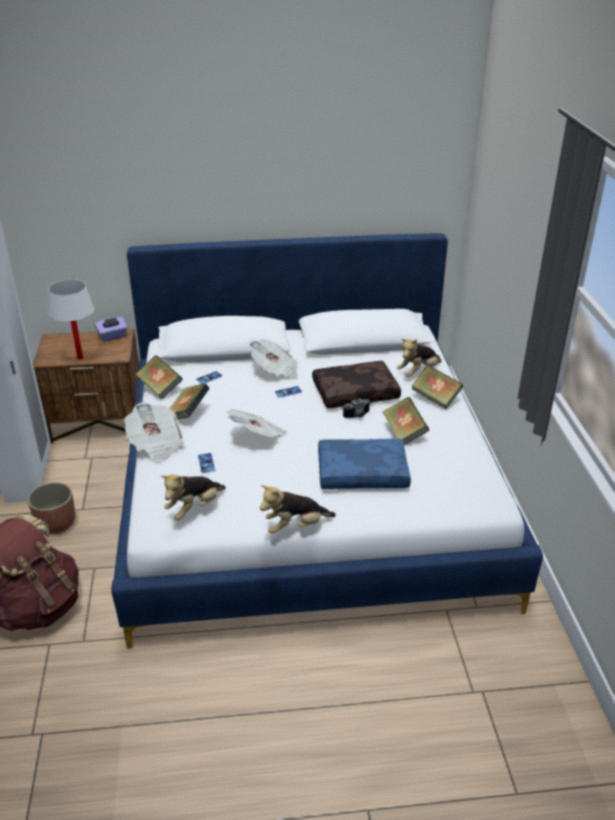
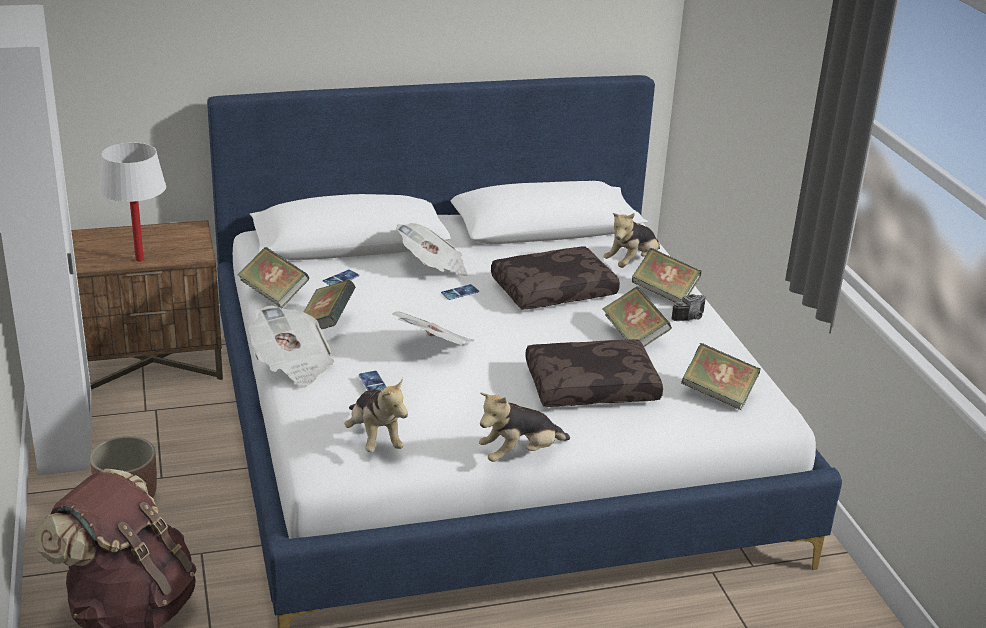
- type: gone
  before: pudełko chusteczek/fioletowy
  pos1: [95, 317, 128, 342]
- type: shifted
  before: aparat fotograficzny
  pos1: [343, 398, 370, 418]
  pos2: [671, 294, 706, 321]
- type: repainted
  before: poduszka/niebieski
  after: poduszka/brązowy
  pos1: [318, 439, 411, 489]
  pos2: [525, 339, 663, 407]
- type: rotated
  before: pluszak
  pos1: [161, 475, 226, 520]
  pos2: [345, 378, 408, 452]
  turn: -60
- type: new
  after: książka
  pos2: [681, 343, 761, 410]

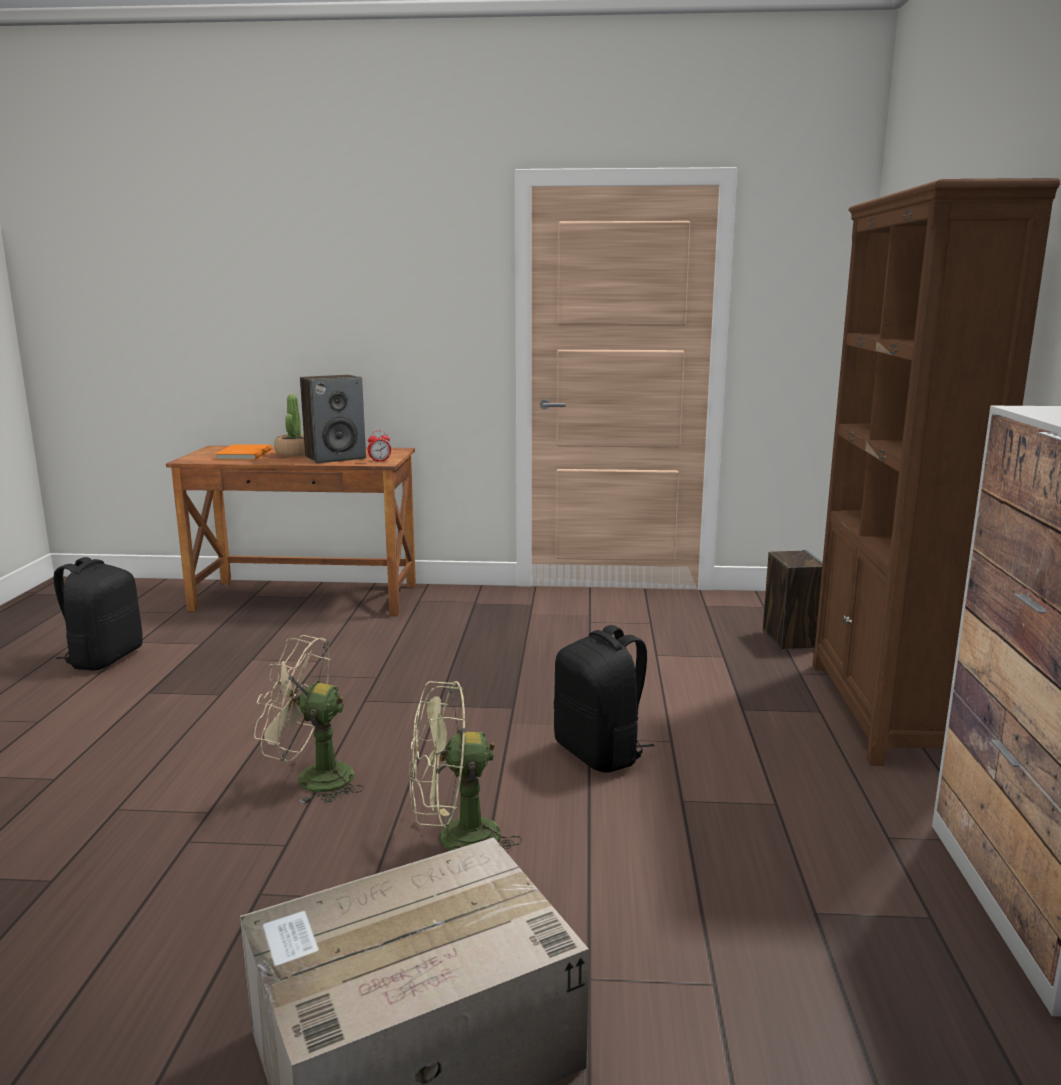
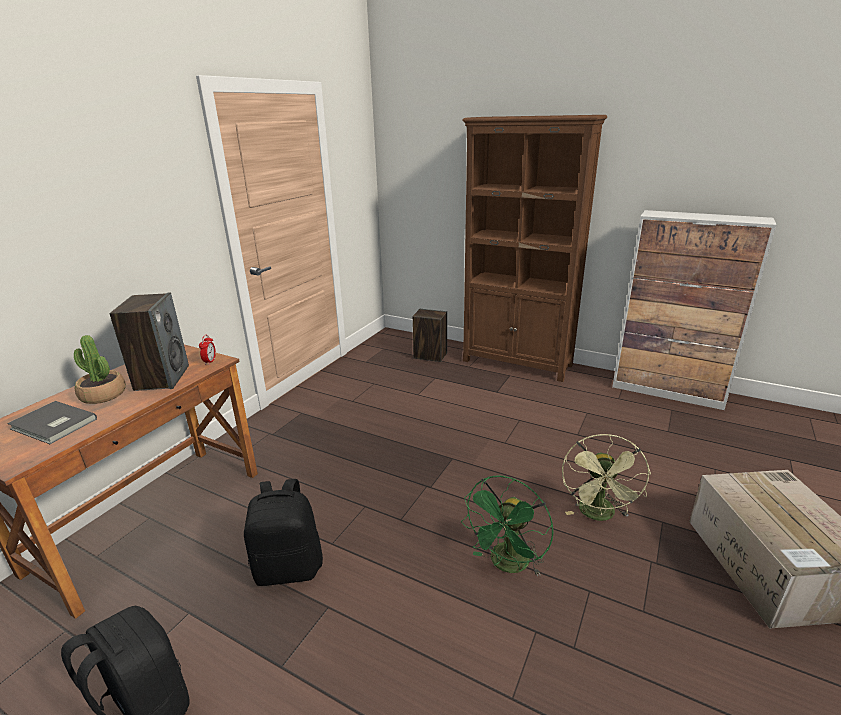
- type: repainted
  before: książka/pomarańczowy
  after: książka/szary
  pos1: [214, 445, 272, 460]
  pos2: [7, 401, 97, 444]
- type: shifted
  before: plecak/czarny
  pos1: [554, 625, 654, 772]
  pos2: [244, 479, 323, 586]
- type: repainted
  before: wentylator/beżowy
  after: wentylator/zielony
  pos1: [254, 635, 365, 804]
  pos2: [461, 475, 554, 576]

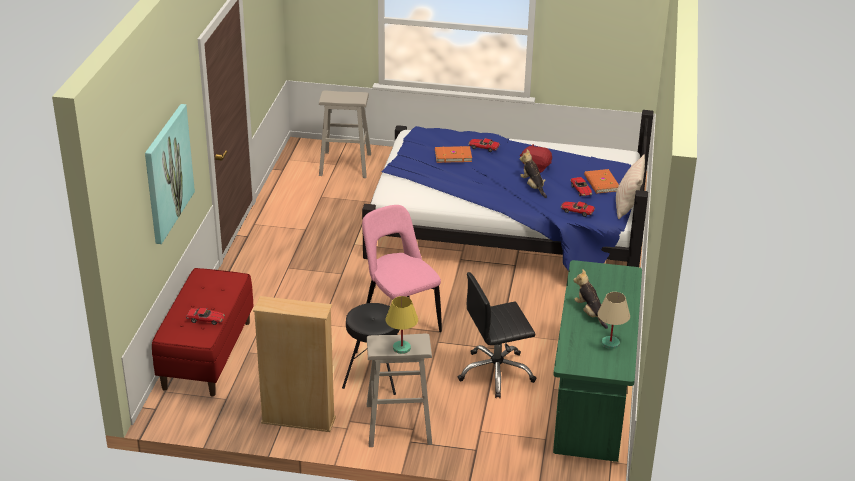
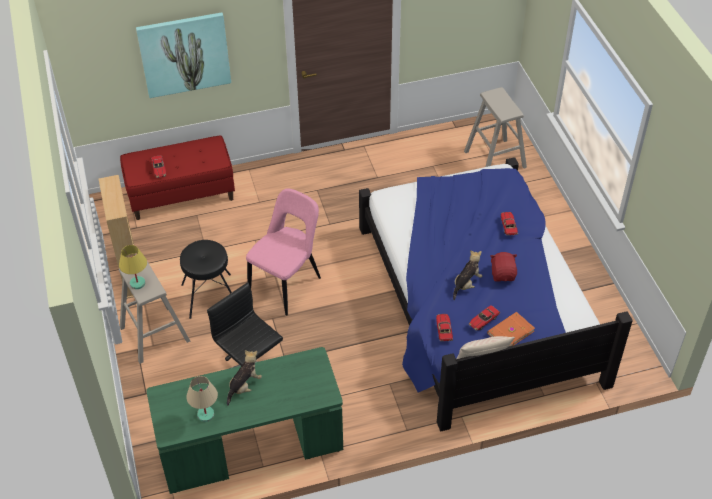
- type: gone
  before: książka/pomarańczowy
  pos1: [435, 146, 472, 163]

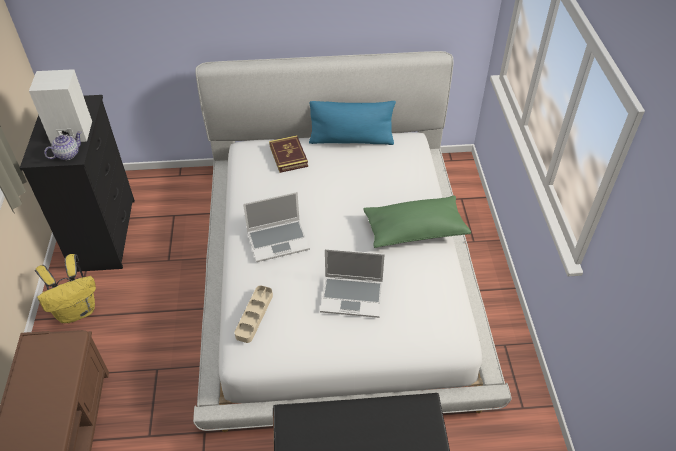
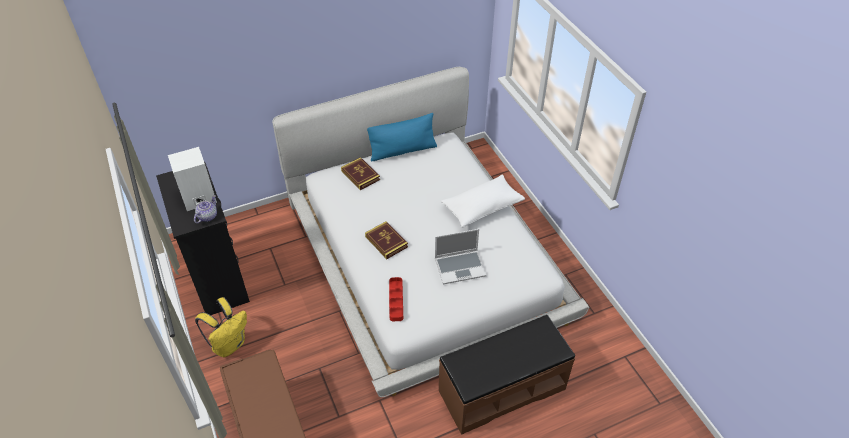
- type: swapped
  before: laptop
  after: książka
  pos1: [243, 192, 310, 262]
  pos2: [365, 221, 408, 259]
- type: repainted
  before: poduszka/zielony
  after: poduszka/biały
  pos1: [363, 195, 471, 248]
  pos2: [441, 175, 525, 228]
- type: repainted
  before: taca/beżowy
  after: taca/czerwony
  pos1: [234, 285, 273, 343]
  pos2: [389, 277, 403, 321]

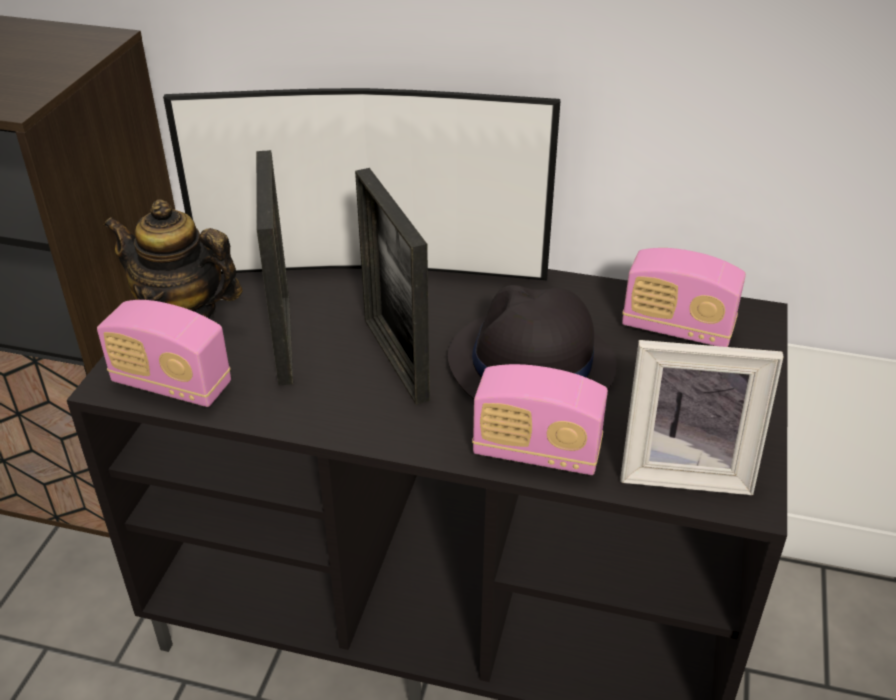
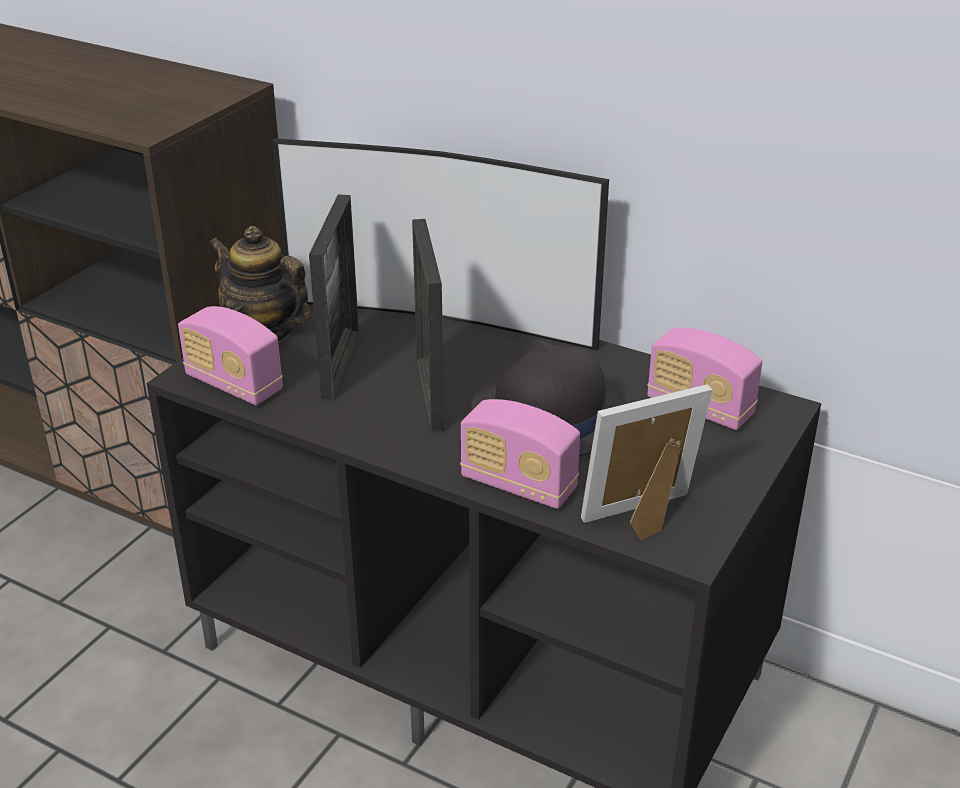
- type: rotated
  before: ramka na zdjęcie
  pos1: [620, 340, 784, 495]
  pos2: [581, 384, 712, 541]
  turn: 135

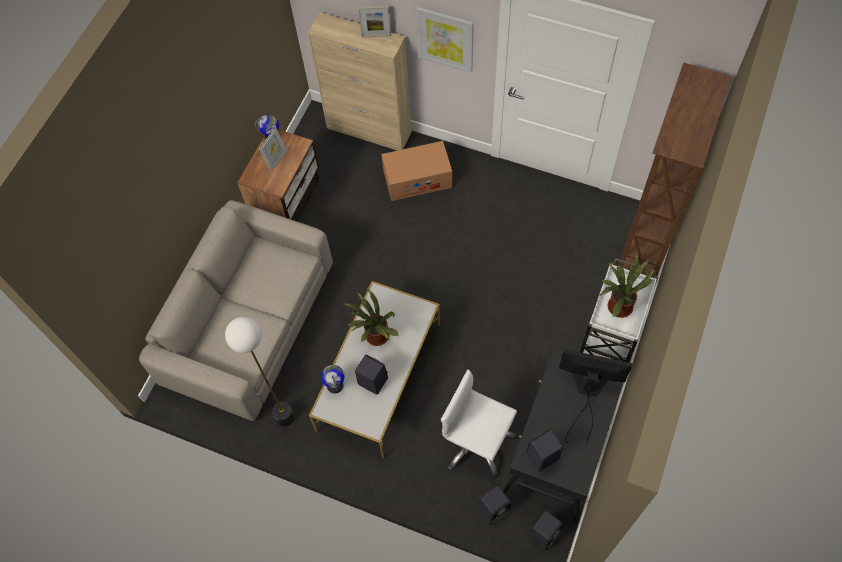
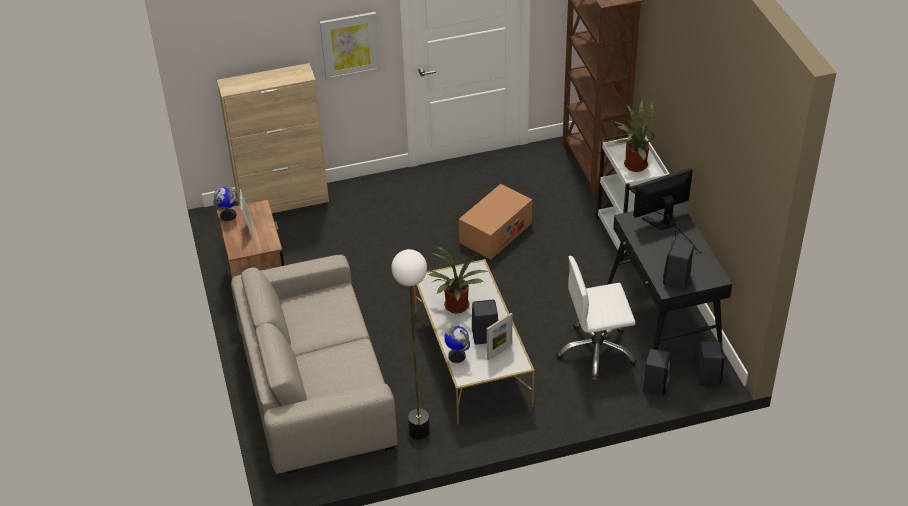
- type: shifted
  before: ramka na zdjęcie
  pos1: [358, 6, 391, 38]
  pos2: [487, 313, 512, 360]
- type: shifted
  before: karton
  pos1: [381, 141, 452, 201]
  pos2: [459, 184, 532, 259]

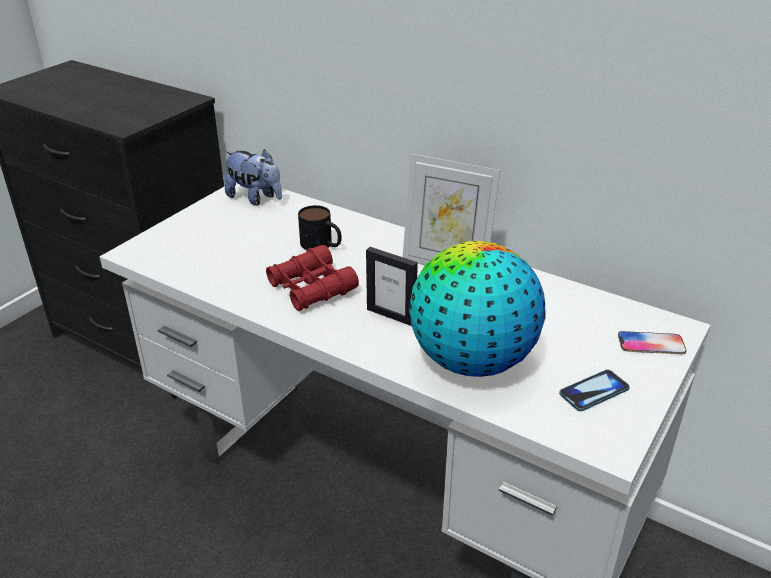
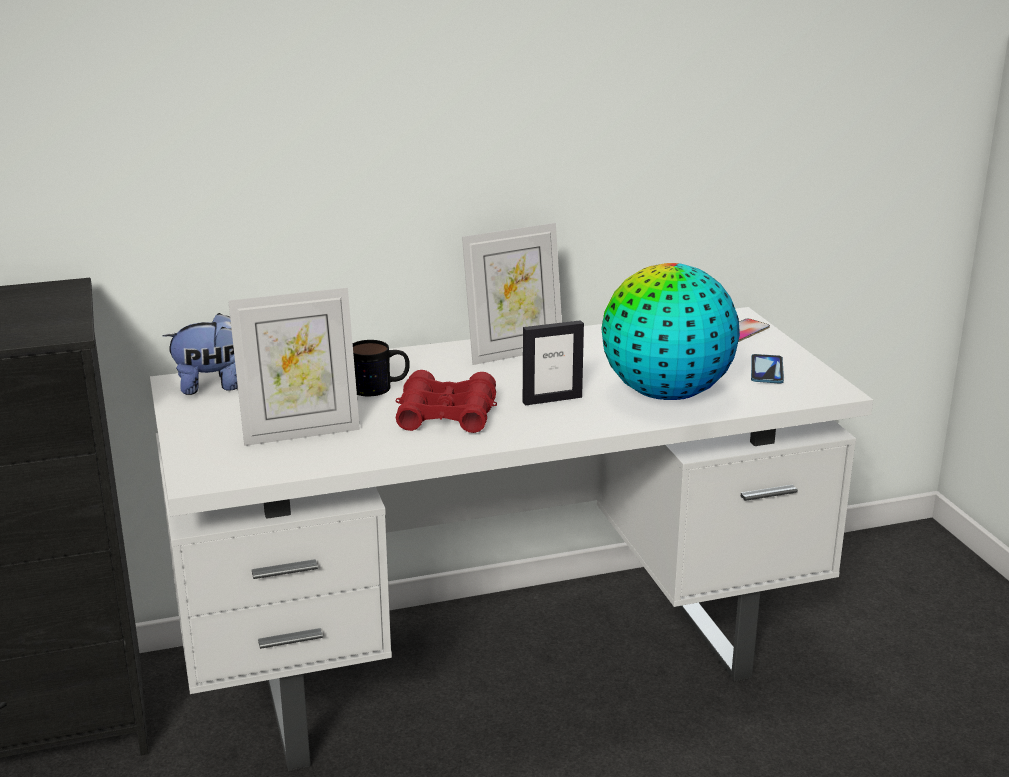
- type: new
  after: ramka na zdjęcie
  pos2: [228, 288, 360, 446]

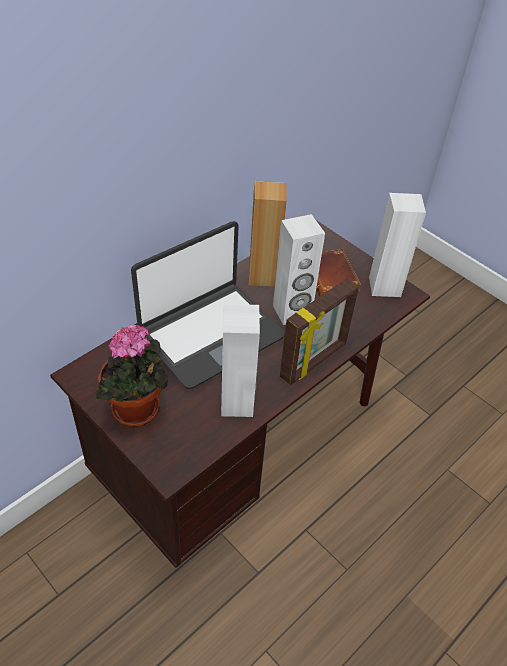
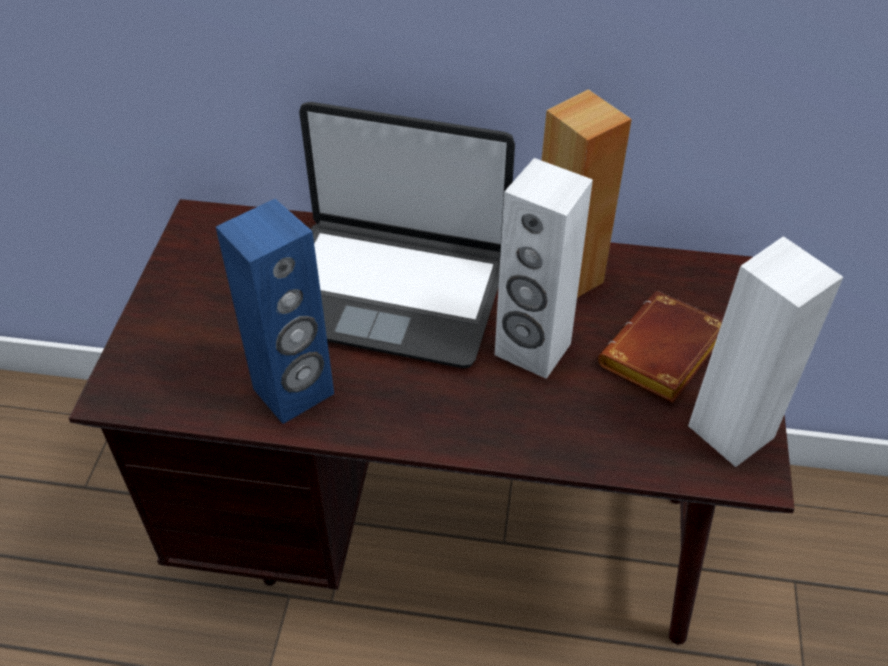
- type: gone
  before: ramka na zdjęcie
  pos1: [280, 278, 359, 385]
- type: repainted
  before: głośnik/biały
  after: głośnik/niebieski
  pos1: [221, 305, 260, 417]
  pos2: [216, 199, 334, 424]
- type: gone
  before: roślina doniczkowa
  pos1: [95, 325, 169, 427]

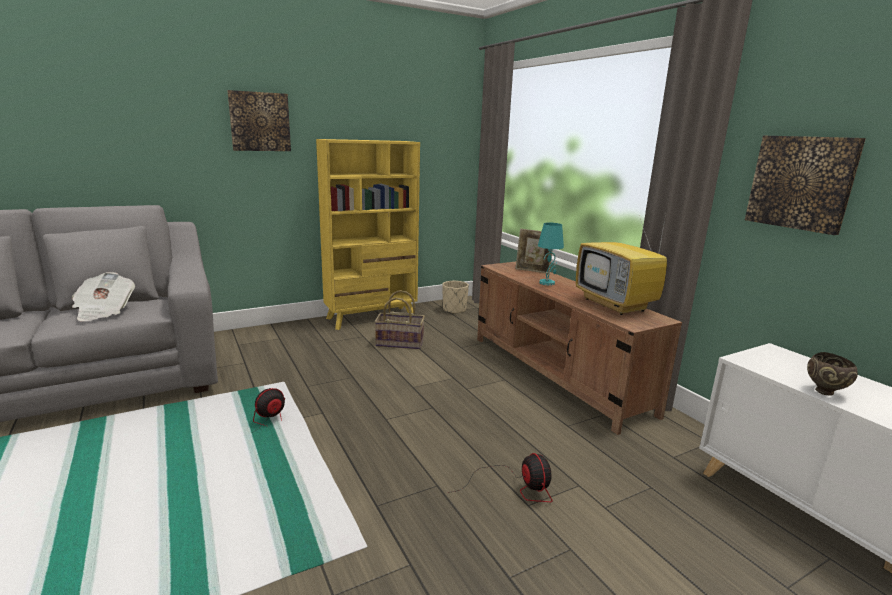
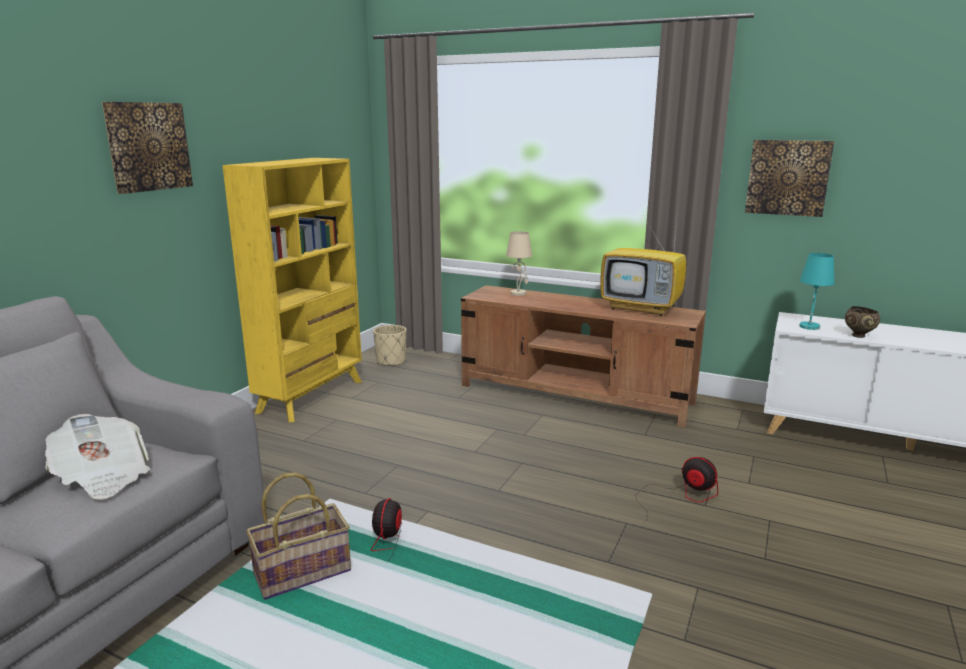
- type: shifted
  before: lampa stołowa/turkusowy
  pos1: [538, 223, 564, 286]
  pos2: [799, 253, 835, 330]
- type: swapped
  before: ramka na zdjęcie
  after: lampa stołowa/beżowy
  pos1: [515, 229, 553, 274]
  pos2: [506, 231, 532, 296]
- type: shifted
  before: koszyk
  pos1: [375, 290, 425, 349]
  pos2: [246, 472, 351, 600]

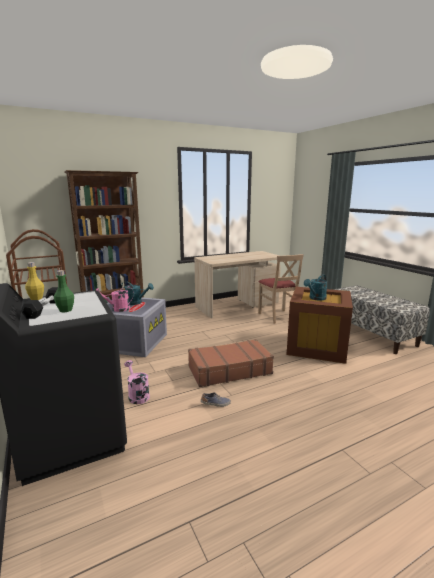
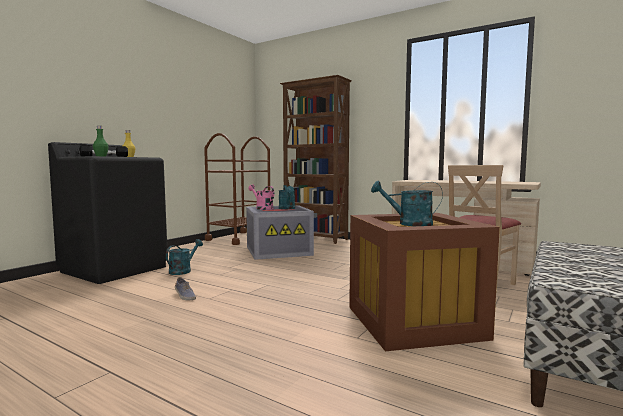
- type: gone
  before: walizka/brązowy
  pos1: [188, 339, 274, 387]
- type: repainted
  before: konewka/różowy
  after: konewka/turkusowy
  pos1: [124, 360, 150, 404]
  pos2: [166, 239, 203, 275]

